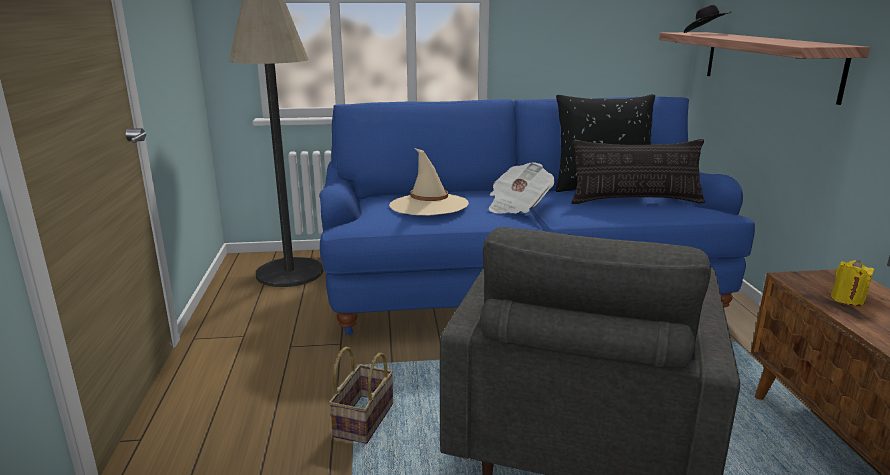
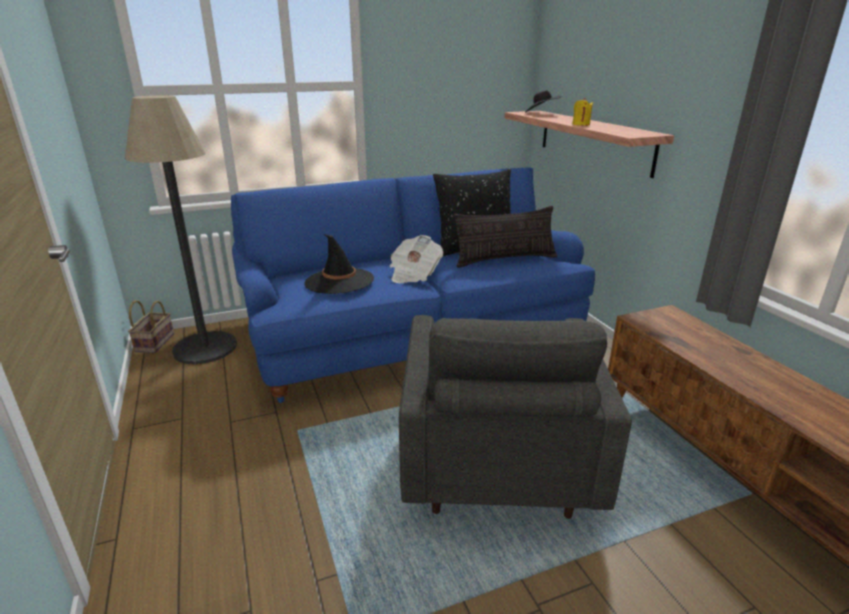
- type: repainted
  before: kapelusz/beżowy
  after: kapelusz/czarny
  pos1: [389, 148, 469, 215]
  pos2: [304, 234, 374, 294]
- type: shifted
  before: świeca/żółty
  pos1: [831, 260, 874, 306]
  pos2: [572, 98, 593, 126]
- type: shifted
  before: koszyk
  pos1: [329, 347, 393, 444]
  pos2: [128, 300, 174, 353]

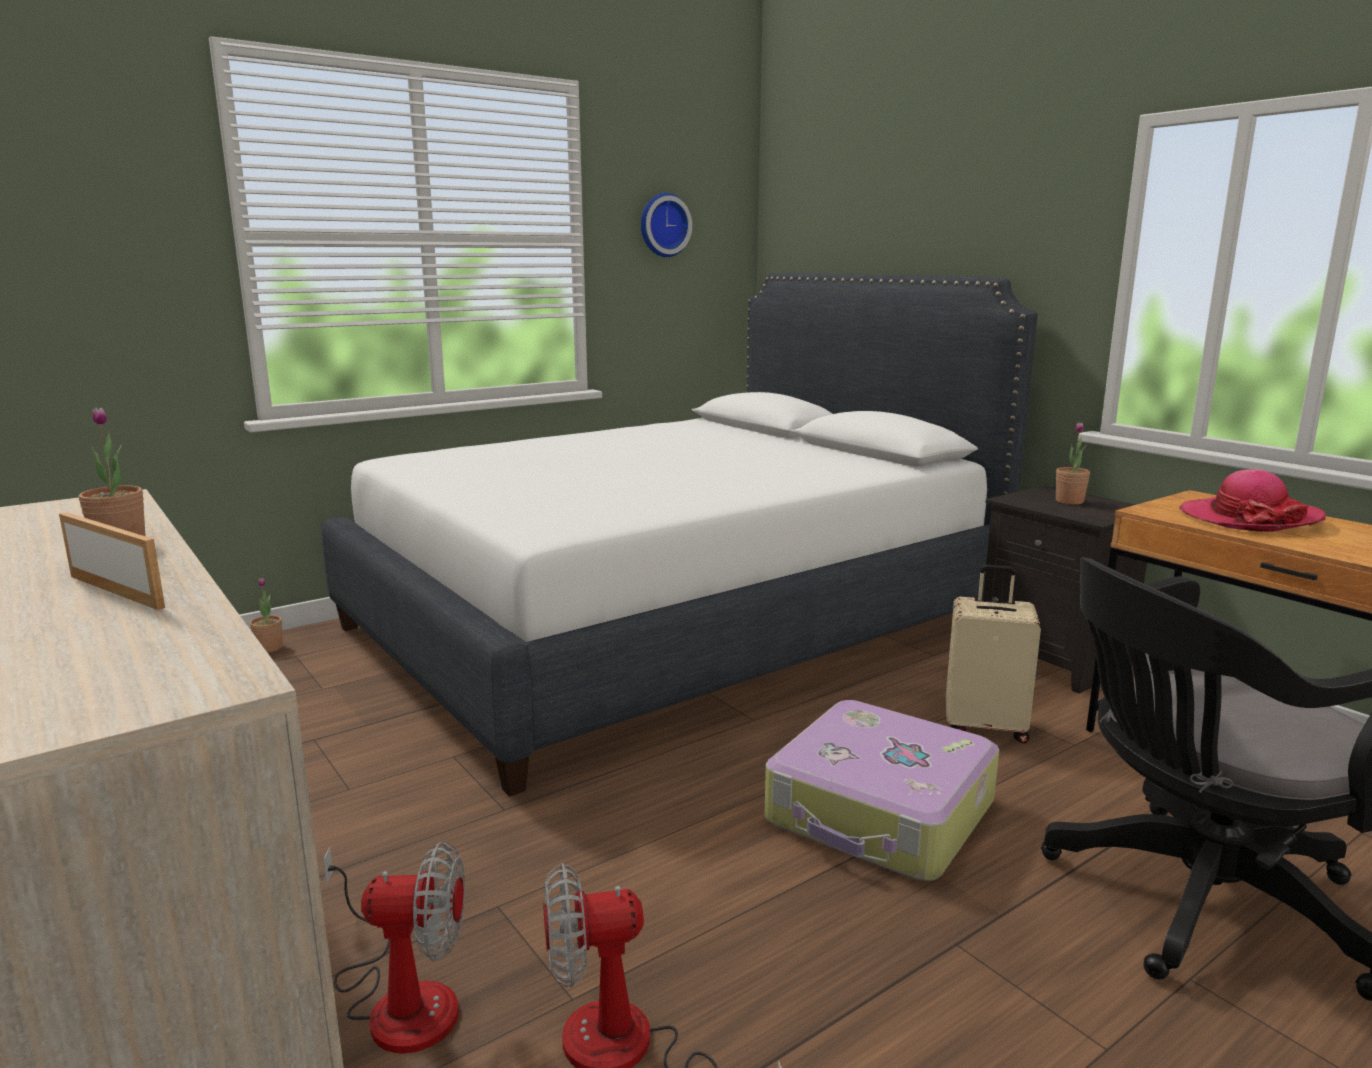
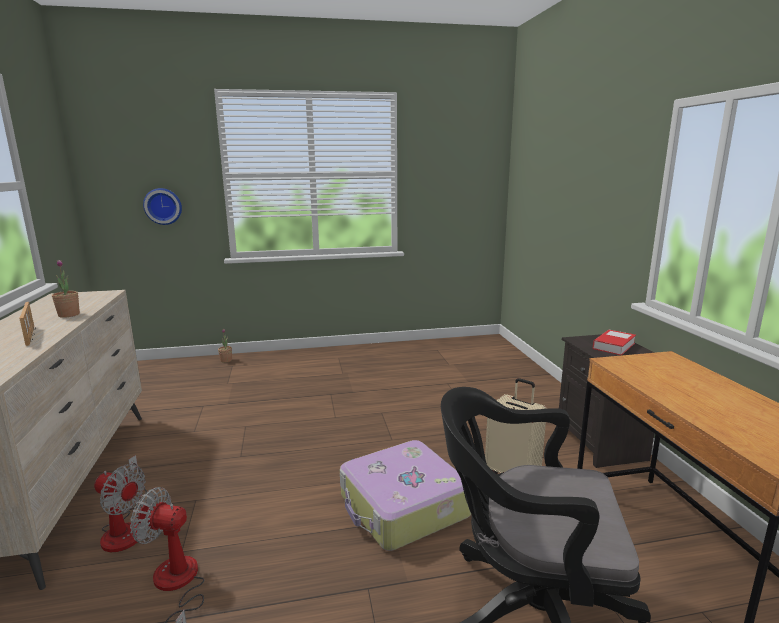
- type: shifted
  before: zegar ścienny
  pos1: [641, 193, 692, 257]
  pos2: [143, 188, 182, 225]
- type: gone
  before: łóżko/biały
  pos1: [321, 273, 1038, 797]
- type: swapped
  before: roślina doniczkowa
  after: książka
  pos1: [1056, 422, 1090, 505]
  pos2: [593, 330, 636, 355]
- type: gone
  before: kapelusz
  pos1: [1179, 469, 1326, 532]

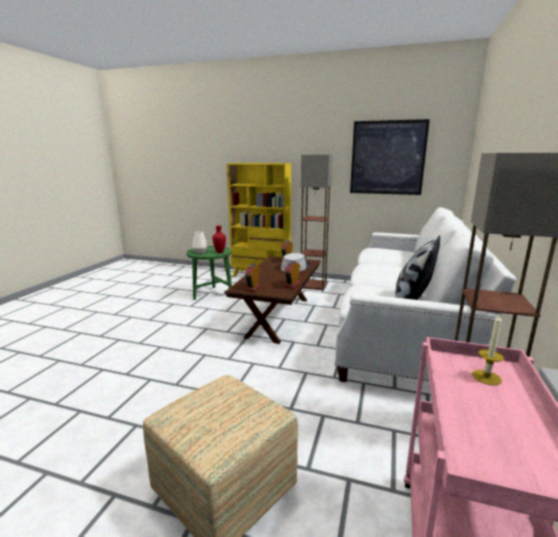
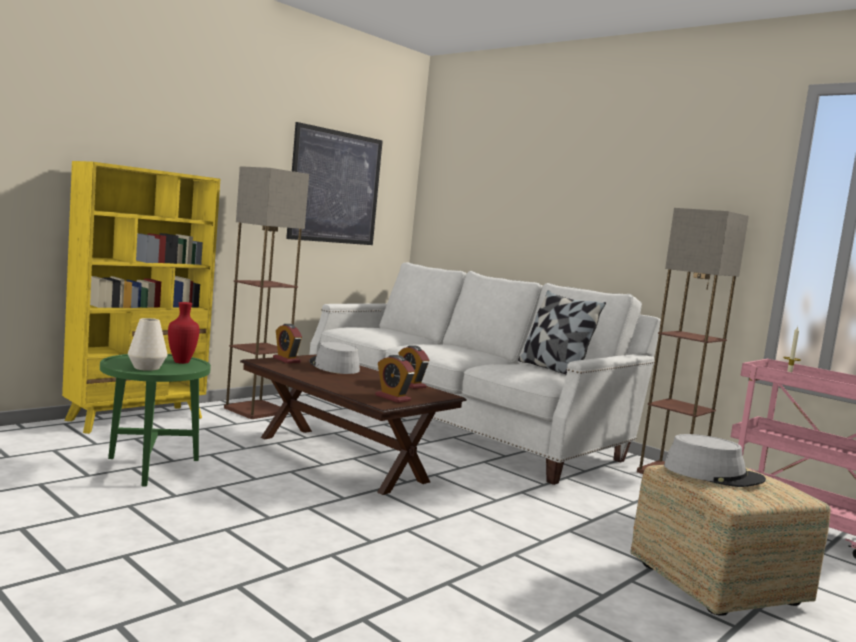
- type: new
  after: kapelusz/szary
  pos2: [664, 434, 766, 487]

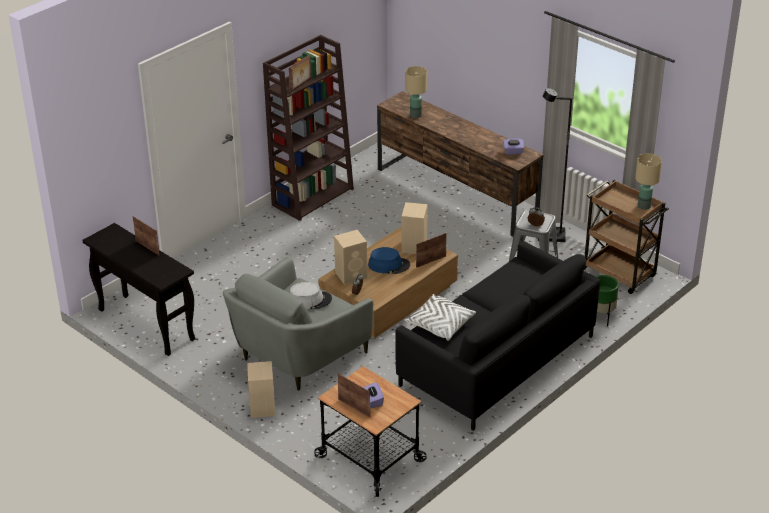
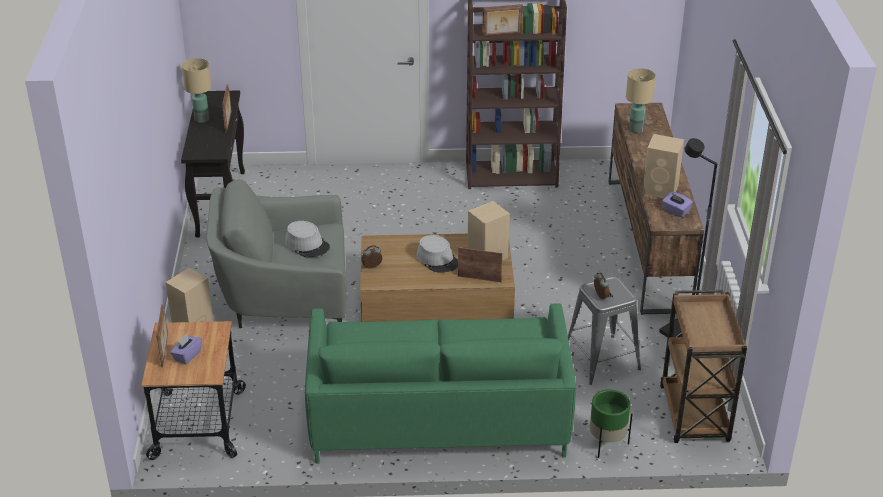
- type: shifted
  before: lampa stołowa/beżowy
  pos1: [635, 153, 662, 210]
  pos2: [182, 58, 212, 123]
- type: shifted
  before: głośnik/beżowy
  pos1: [334, 230, 368, 285]
  pos2: [643, 134, 684, 198]
- type: repainted
  before: kanapa/czarny
  after: kanapa/zielony
  pos1: [395, 241, 600, 431]
  pos2: [305, 303, 576, 463]
- type: repainted
  before: kapelusz/niebieski
  after: kapelusz/szary
  pos1: [368, 247, 410, 274]
  pos2: [417, 235, 458, 272]
- type: gone
  before: poduszka/biały
  pos1: [404, 294, 476, 341]

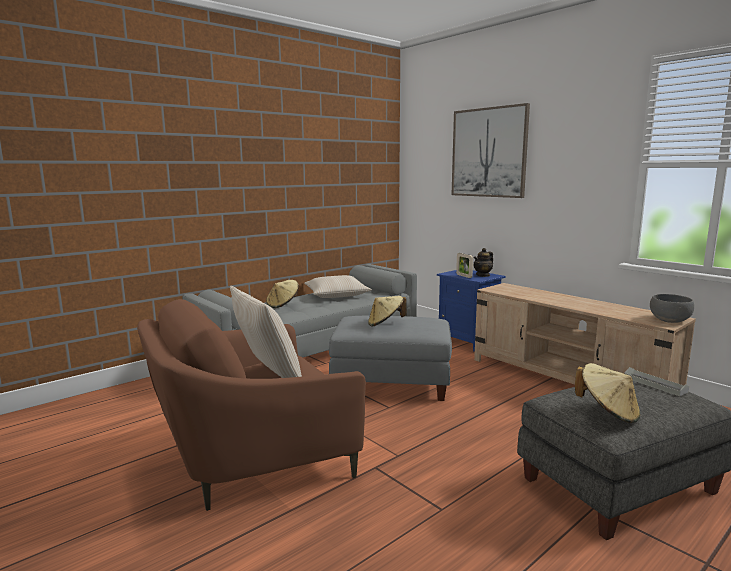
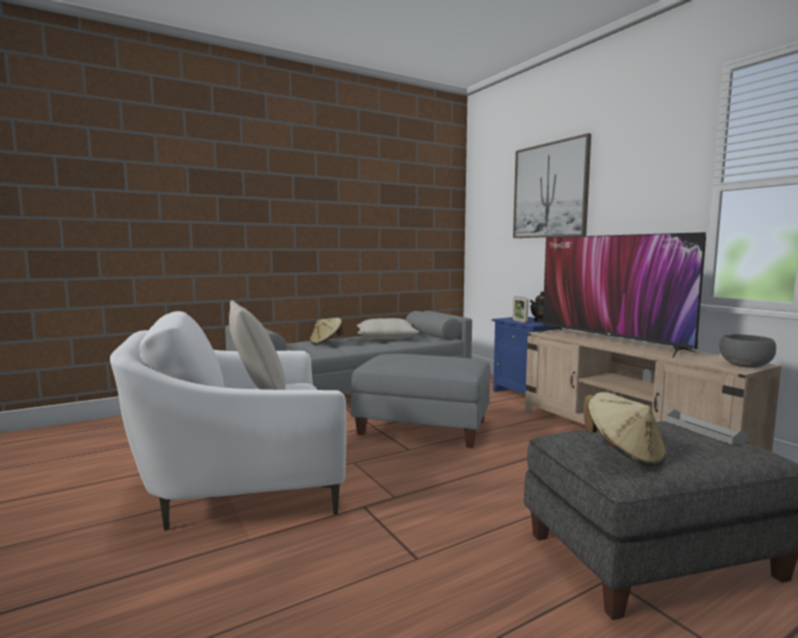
- type: gone
  before: kapelusz/beżowy
  pos1: [368, 296, 407, 326]
- type: repainted
  before: fotel/brązowy
  after: fotel/biały
  pos1: [137, 299, 366, 511]
  pos2: [110, 311, 346, 531]
- type: new
  after: telewizor
  pos2: [539, 232, 706, 358]

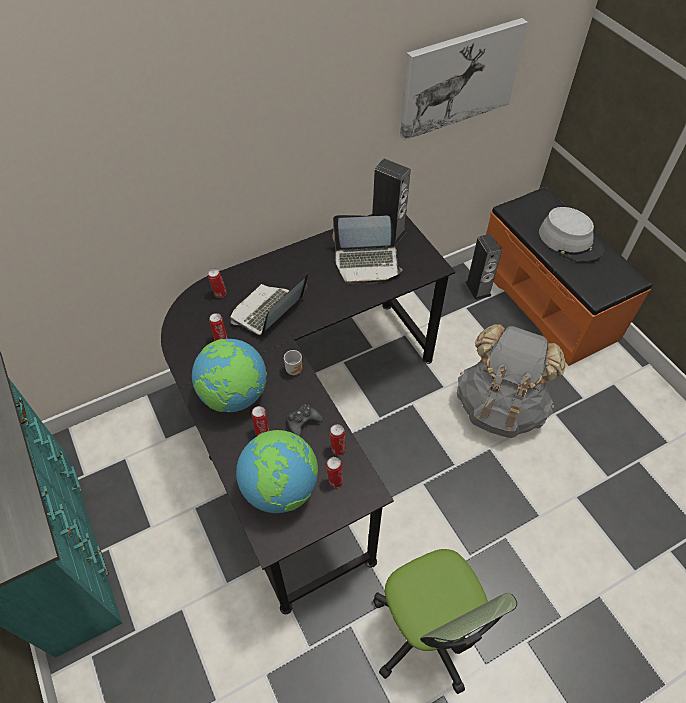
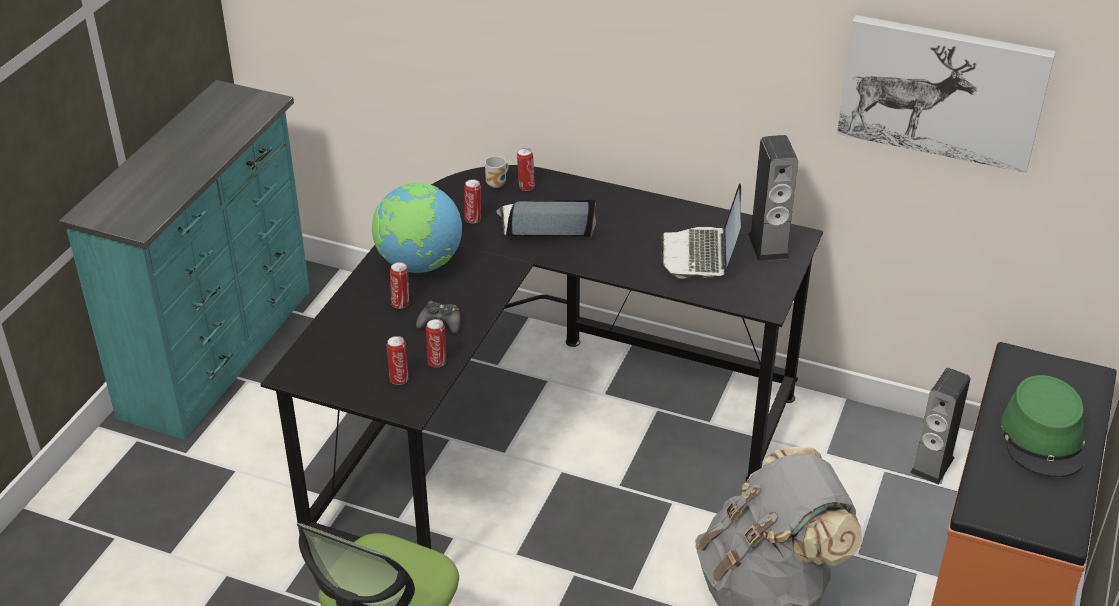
- type: repainted
  before: kapelusz/szary
  after: kapelusz/zielony
  pos1: [539, 207, 604, 262]
  pos2: [1001, 375, 1085, 477]
- type: rotated
  before: laptop
  pos1: [333, 215, 402, 285]
  pos2: [660, 183, 741, 279]
  turn: 45
- type: shifted
  before: kubek
  pos1: [284, 350, 302, 375]
  pos2: [485, 156, 509, 188]
- type: gone
  before: globus
  pos1: [236, 430, 318, 513]

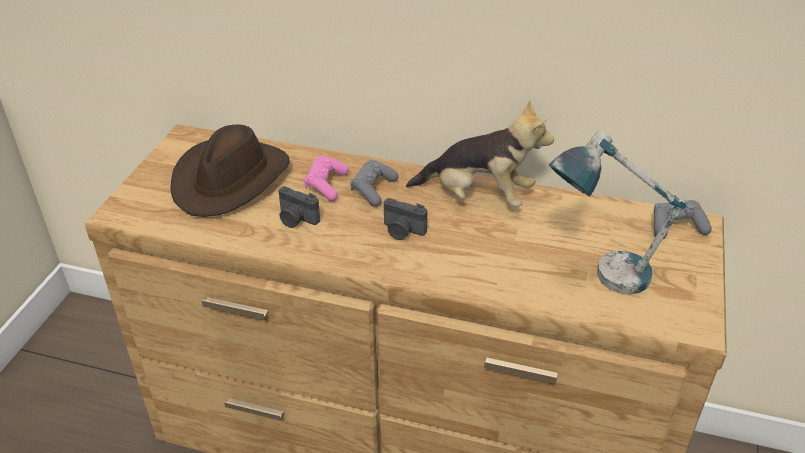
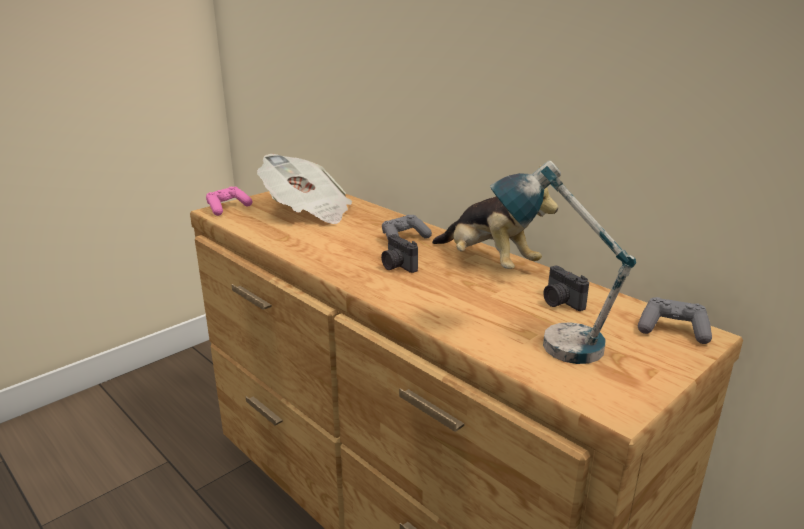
- type: swapped
  before: kapelusz/brązowy
  after: gazeta
  pos1: [170, 125, 290, 217]
  pos2: [257, 154, 352, 224]
- type: shifted
  before: pad do gier/różowy
  pos1: [304, 156, 349, 201]
  pos2: [206, 187, 252, 216]
- type: shifted
  before: aparat fotograficzny
  pos1: [278, 186, 320, 228]
  pos2: [543, 266, 589, 311]

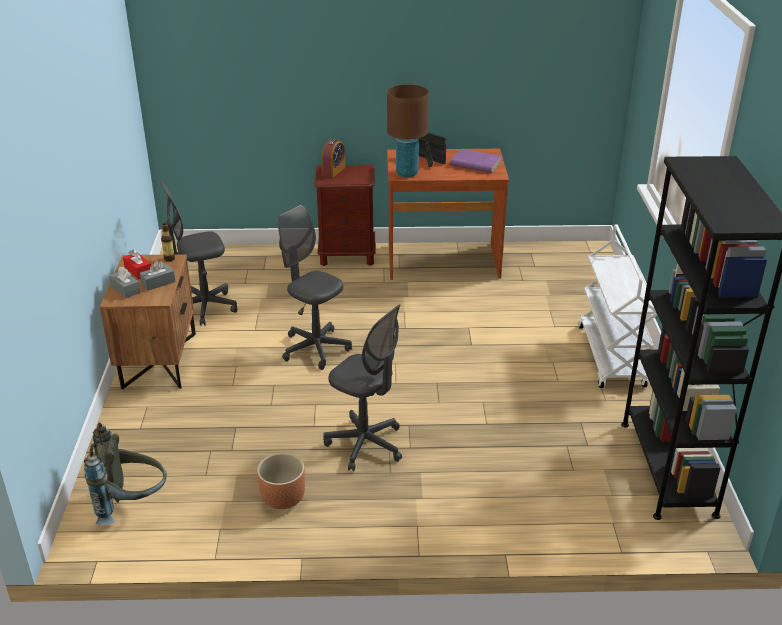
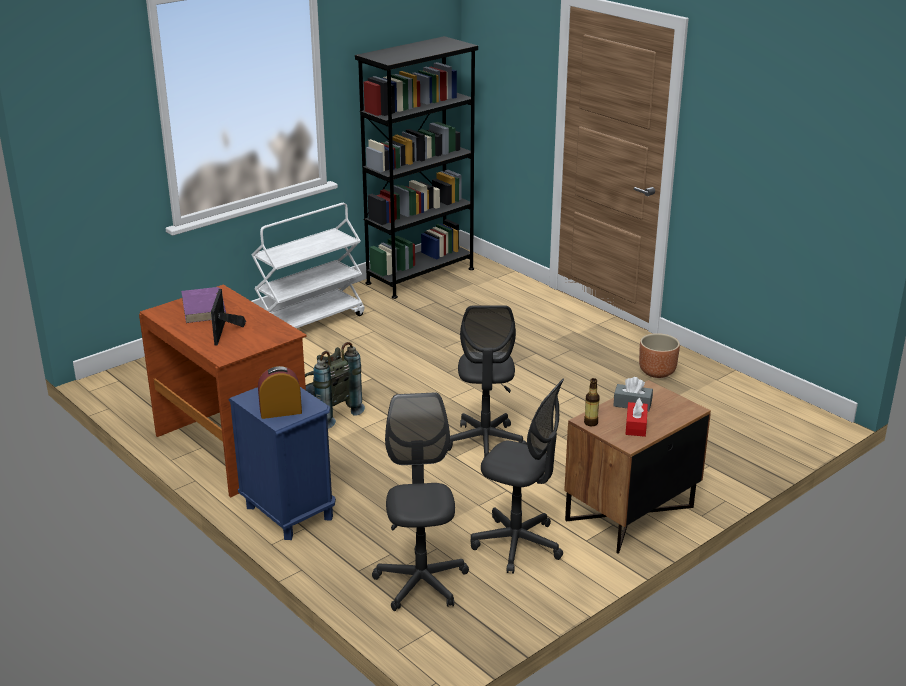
- type: gone
  before: lampa stołowa/brązowy
  pos1: [387, 84, 429, 177]
- type: repainted
  before: szafka nocna/brązowy
  after: szafka nocna/niebieski
  pos1: [314, 165, 376, 266]
  pos2: [229, 387, 336, 540]
- type: gone
  before: pudełko chusteczek/szary
  pos1: [109, 267, 140, 298]
- type: shifted
  before: krzesło biurowe/szary
  pos1: [323, 304, 402, 471]
  pos2: [372, 392, 469, 611]
- type: shifted
  before: plecak/szary
  pos1: [84, 422, 167, 525]
  pos2: [305, 342, 365, 429]

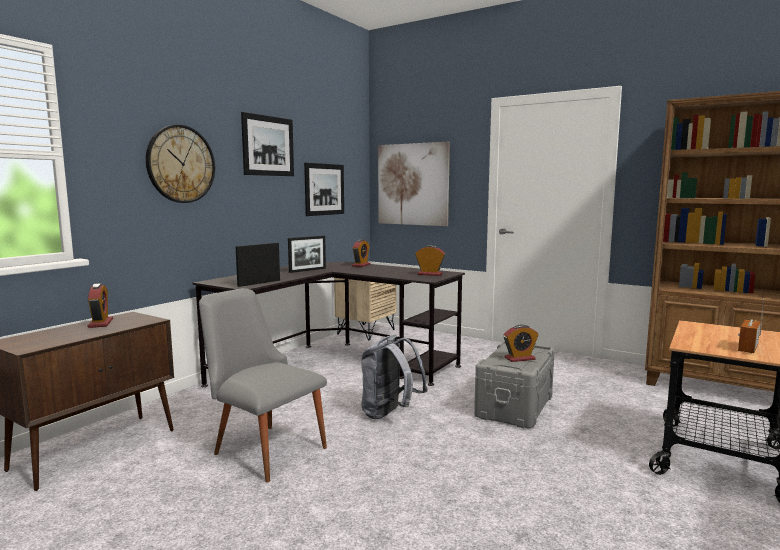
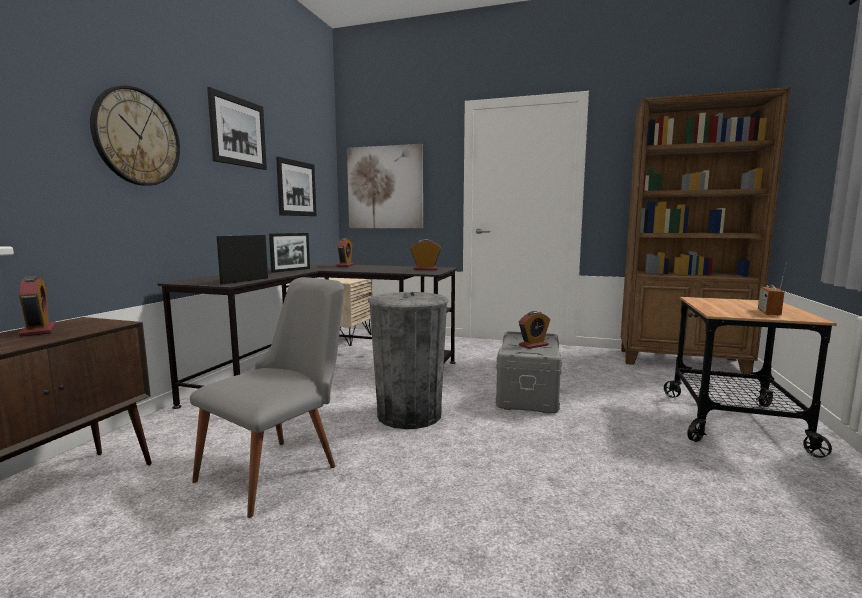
- type: rotated
  before: krzesło/szary
  pos1: [199, 288, 327, 483]
  pos2: [190, 277, 344, 518]
  turn: 105
- type: swapped
  before: plecak/szary
  after: kosz na śmieci/szary
  pos1: [361, 335, 428, 419]
  pos2: [368, 292, 448, 429]

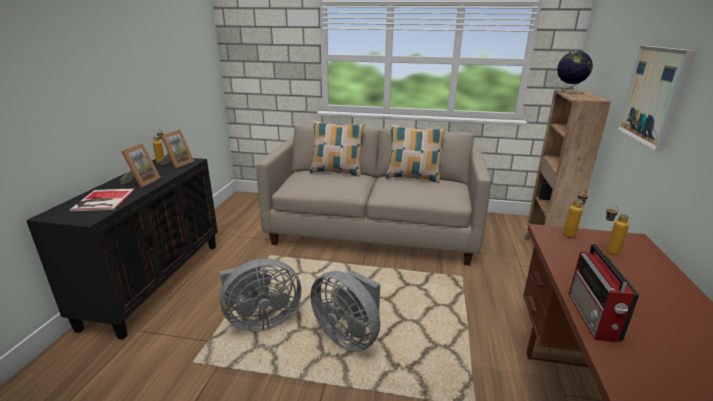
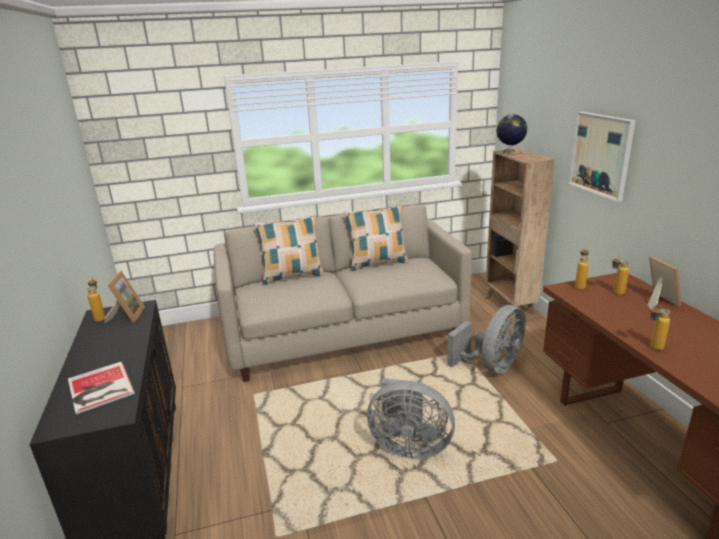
- type: shifted
  before: ramka na zdjęcie
  pos1: [120, 143, 161, 188]
  pos2: [648, 256, 681, 309]
- type: swapped
  before: radio
  after: butelka
  pos1: [569, 244, 639, 342]
  pos2: [650, 305, 670, 350]
- type: shifted
  before: wentylator/szary
  pos1: [220, 258, 301, 331]
  pos2: [447, 305, 526, 374]

